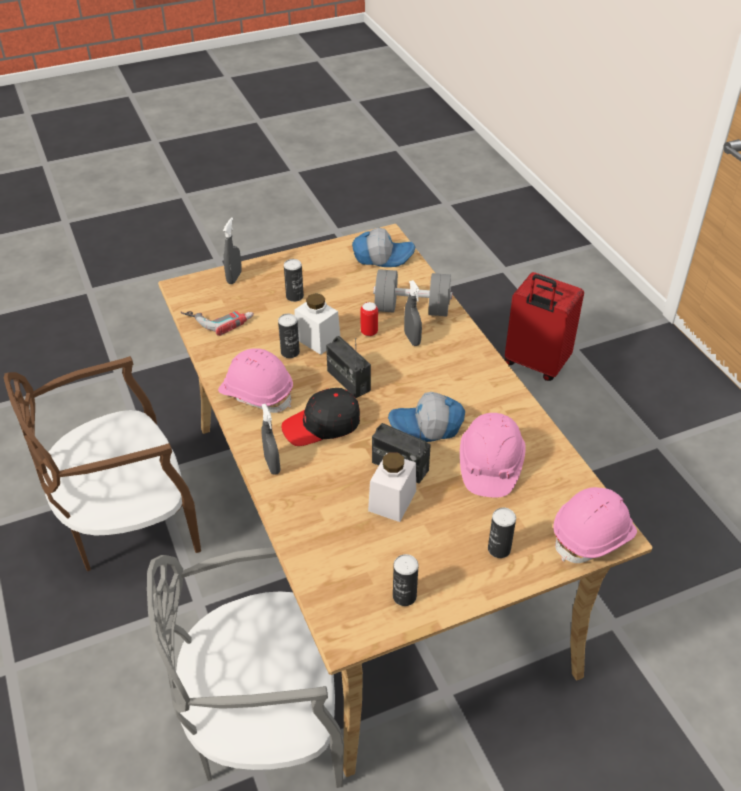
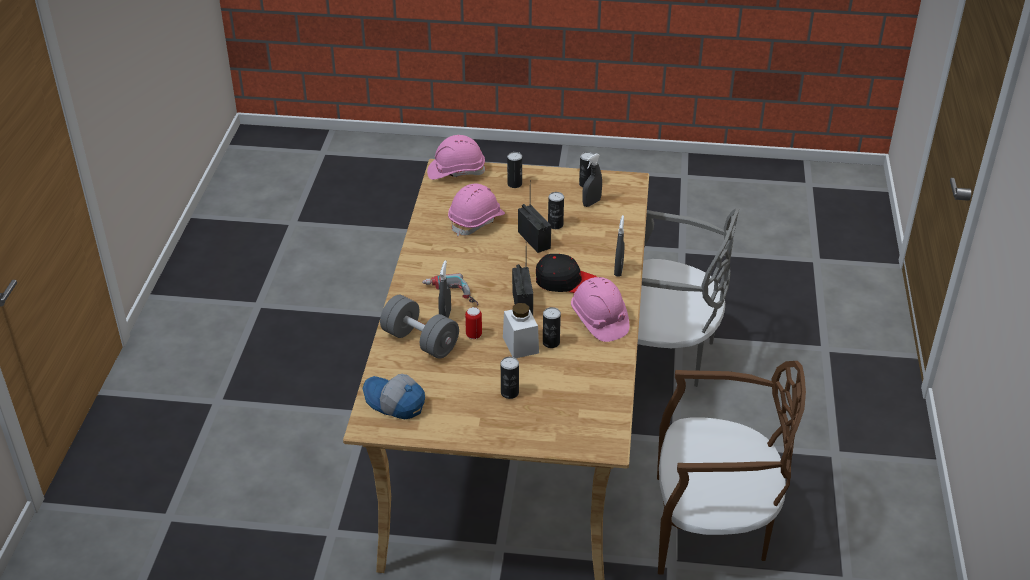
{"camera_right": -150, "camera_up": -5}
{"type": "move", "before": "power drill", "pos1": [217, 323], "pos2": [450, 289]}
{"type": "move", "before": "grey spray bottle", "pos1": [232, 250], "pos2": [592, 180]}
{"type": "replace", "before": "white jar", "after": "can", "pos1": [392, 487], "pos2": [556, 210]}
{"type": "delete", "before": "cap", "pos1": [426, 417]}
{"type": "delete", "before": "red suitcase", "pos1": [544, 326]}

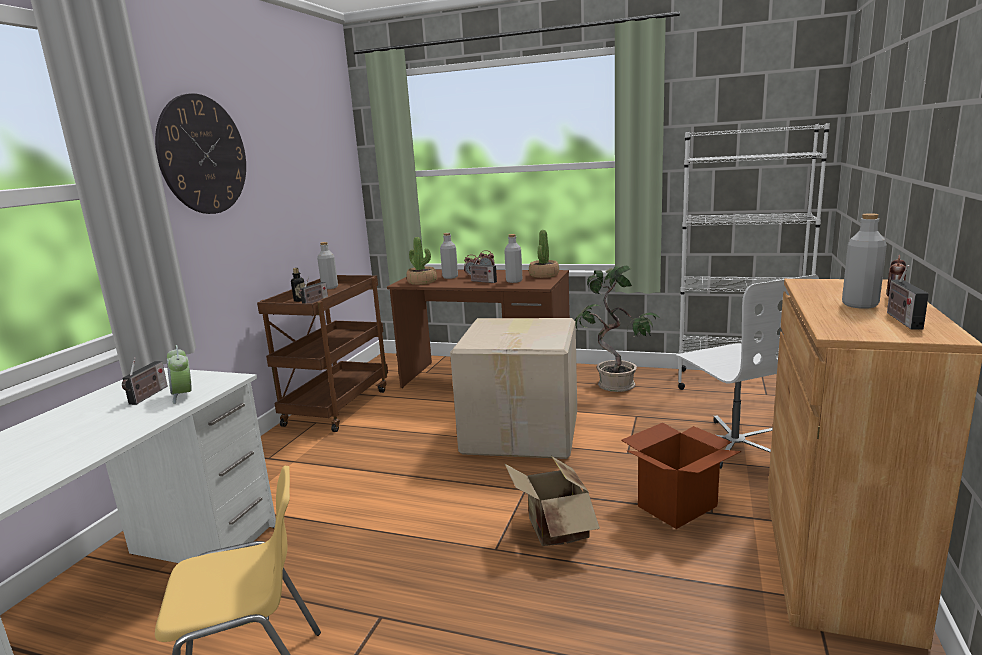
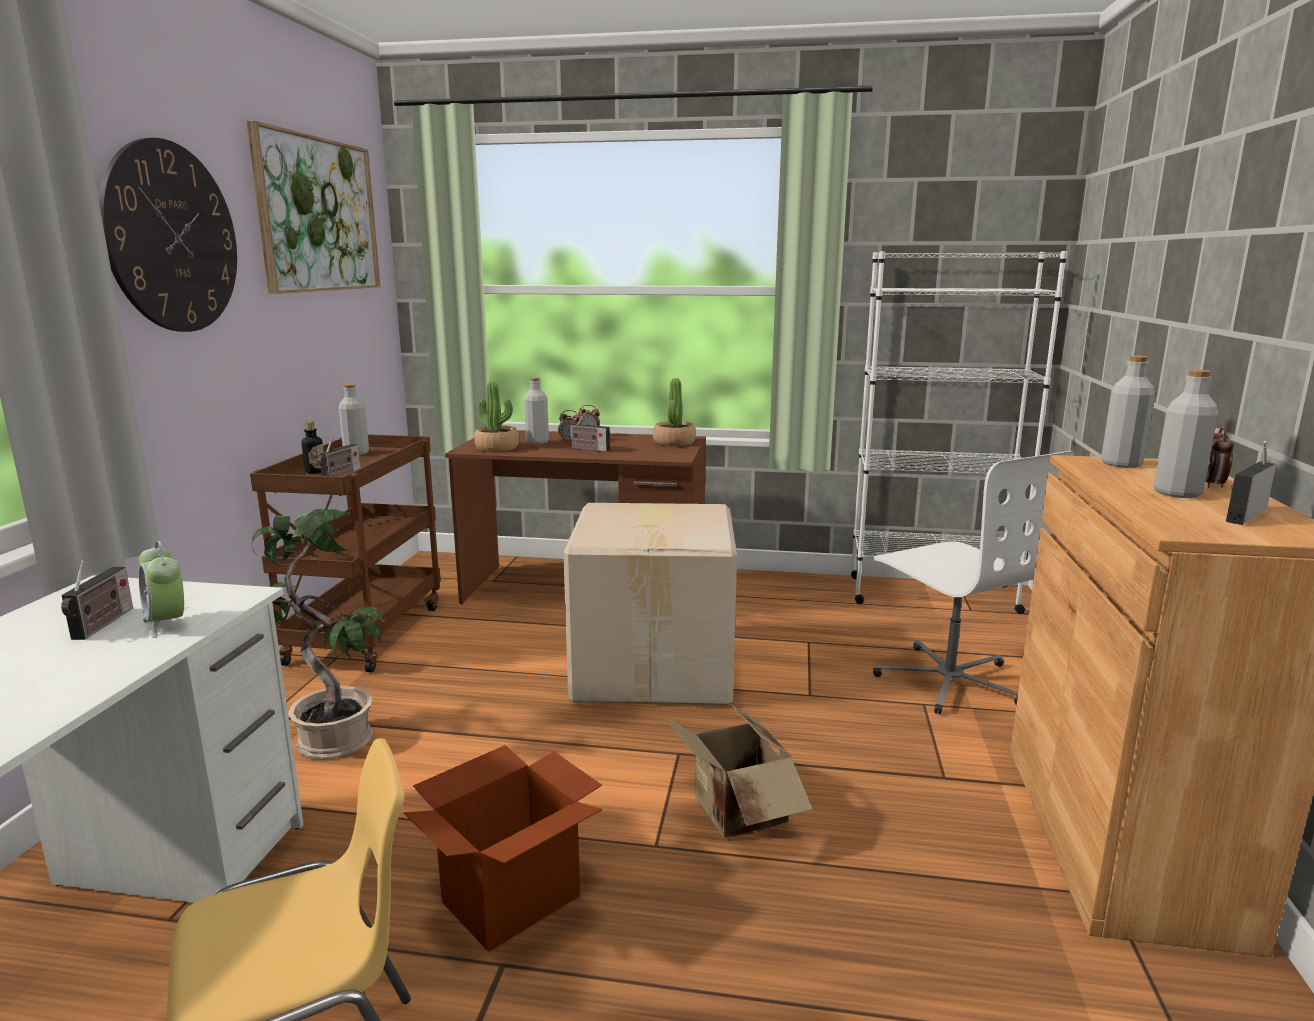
{"camera_right": -10, "camera_up": 0}
{"type": "move", "before": "grey bottle", "pos1": [513, 258], "pos2": [1128, 411]}
{"type": "move", "before": "potted plant", "pos1": [618, 329], "pos2": [319, 634]}
{"type": "move", "before": "cardboard box", "pos1": [681, 476], "pos2": [503, 848]}
{"type": "rotate", "before": "radio", "pos1": [908, 297], "pos2": [1251, 483], "turn": 45}
{"type": "insert", "after": "picture", "pos2": [313, 207]}

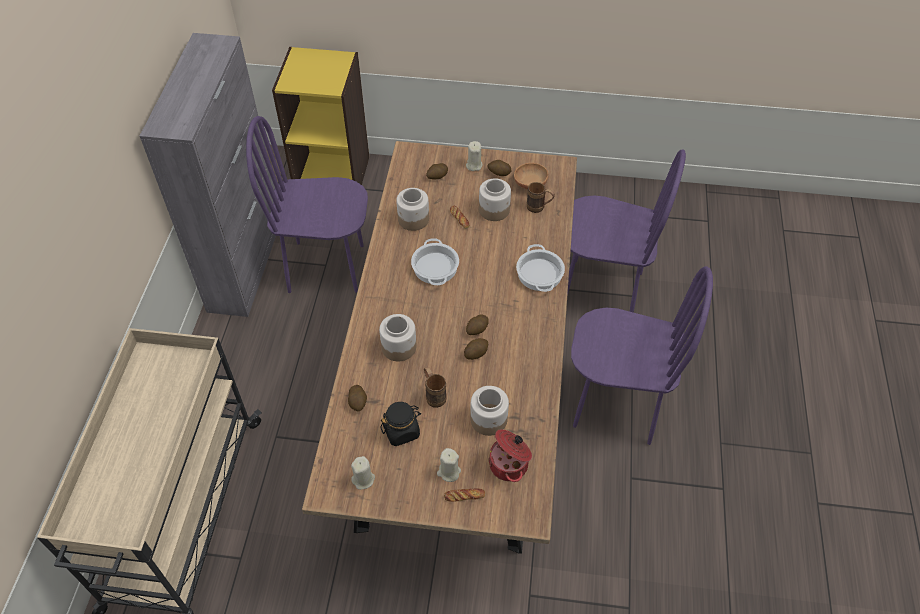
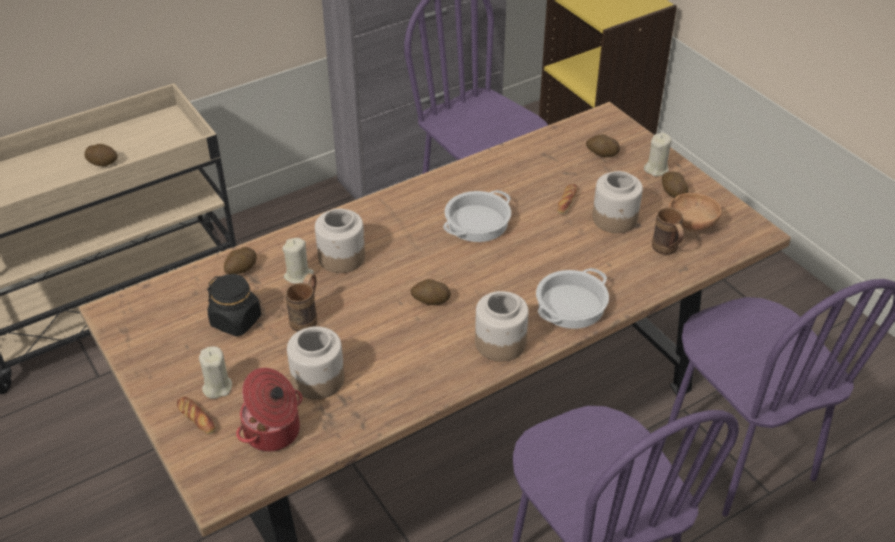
{"camera_right": 50, "camera_up": -10}
{"type": "move", "before": "beige candle", "pos1": [363, 473], "pos2": [298, 261]}
{"type": "move", "before": "jar", "pos1": [412, 209], "pos2": [502, 326]}
{"type": "move", "before": "potato", "pos1": [476, 349], "pos2": [101, 155]}

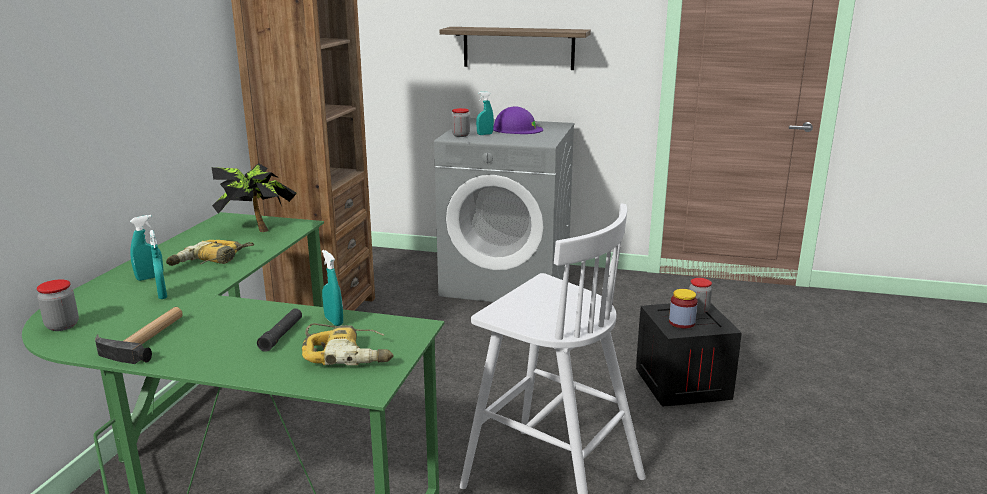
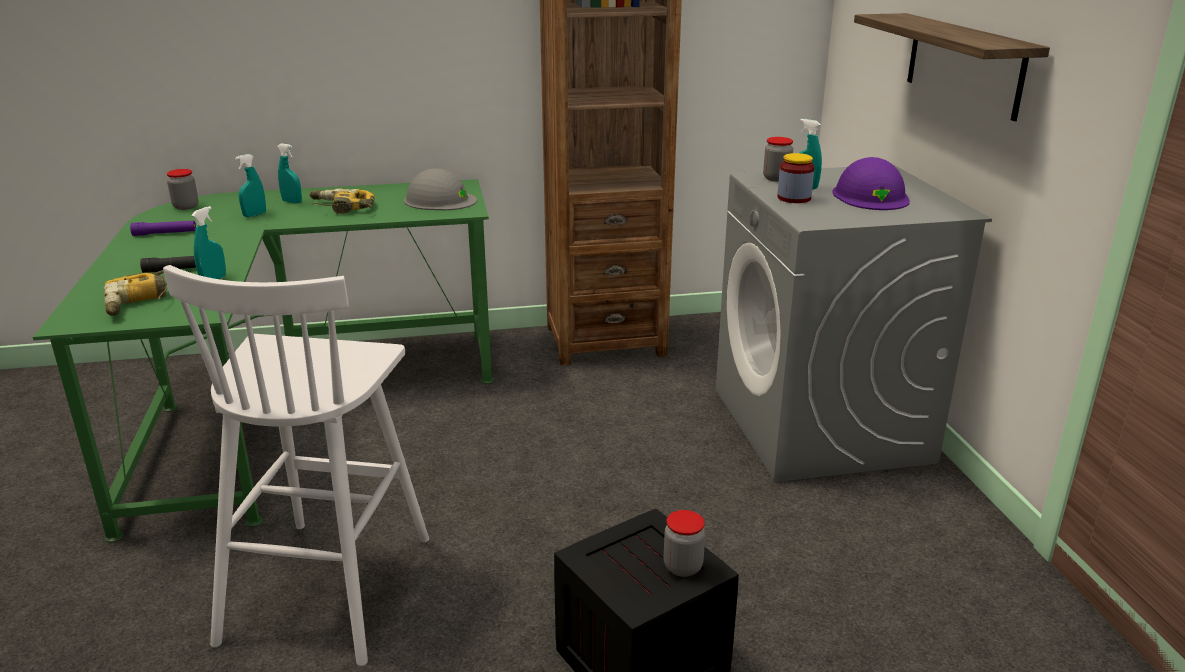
{"camera_right": 65, "camera_up": 5}
{"type": "replace", "before": "hammer", "after": "purple flashlight", "pos1": [139, 335], "pos2": [163, 228]}
{"type": "replace", "before": "potted plant", "after": "grey hard hat", "pos1": [254, 197], "pos2": [440, 189]}
{"type": "move", "before": "jar", "pos1": [683, 308], "pos2": [795, 178]}

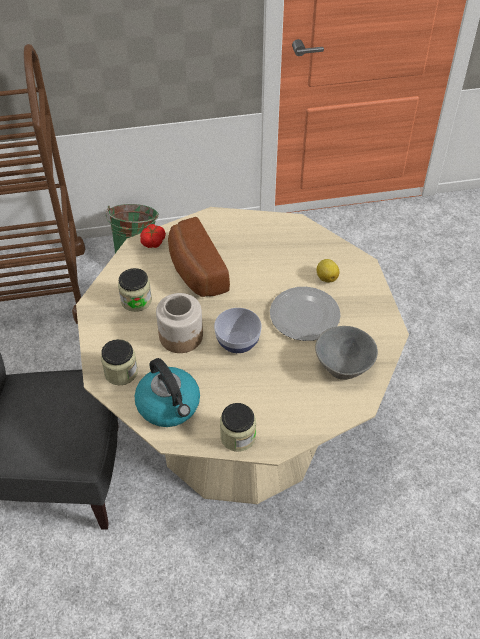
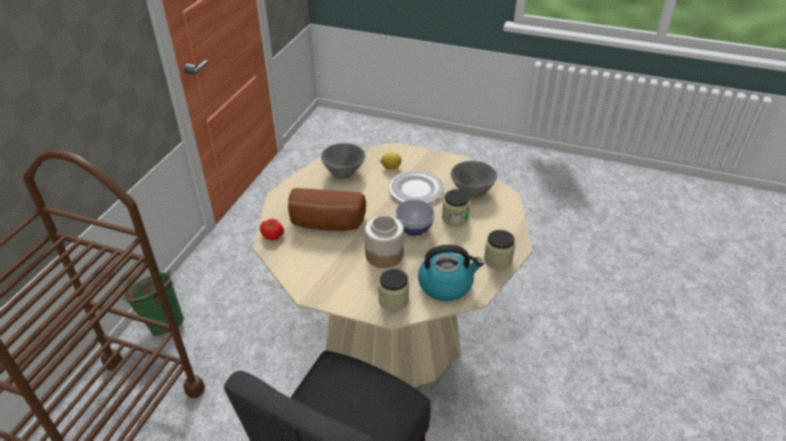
{"camera_right": -60, "camera_up": -10}
{"type": "move", "before": "jar", "pos1": [135, 290], "pos2": [456, 208]}
{"type": "insert", "after": "grey bowl", "pos2": [343, 161]}

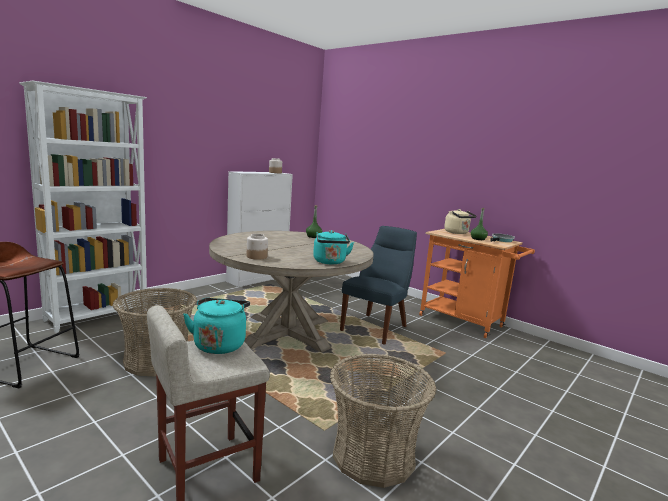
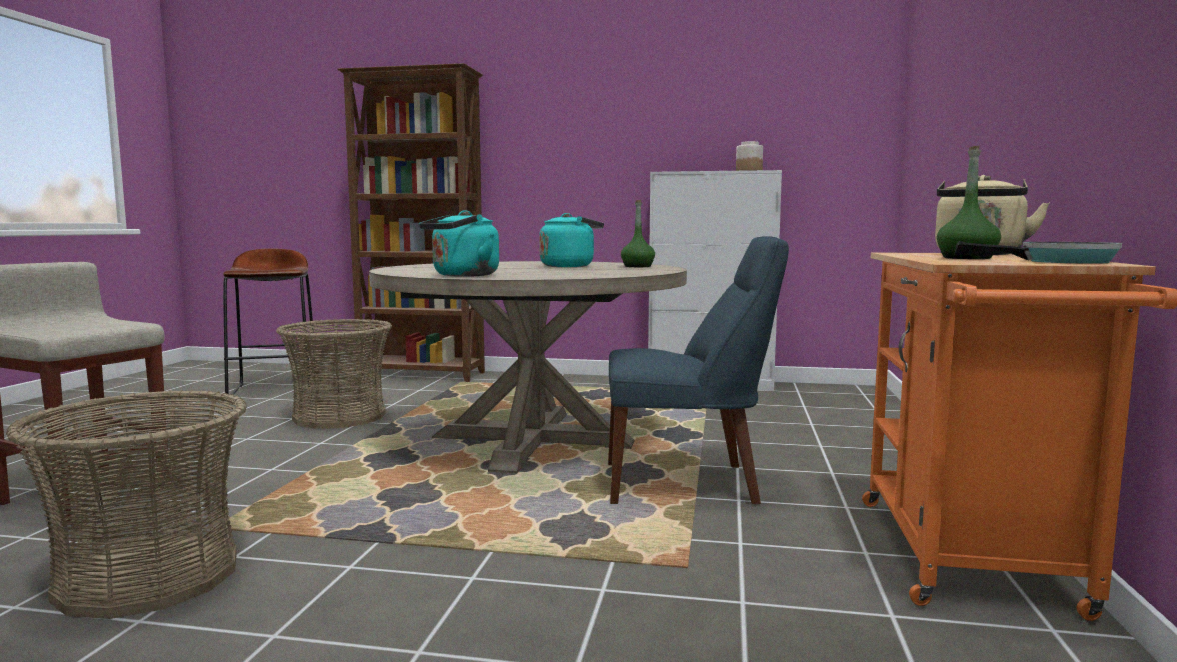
{"camera_right": 60, "camera_up": -5}
{"type": "recolor", "before": "white bookcase", "after": "brown bookcase", "pos1": [83, 207], "pos2": [411, 222]}
{"type": "move", "before": "turquoise kettle", "pos1": [216, 326], "pos2": [571, 240]}
{"type": "delete", "before": "jar", "pos1": [257, 247]}

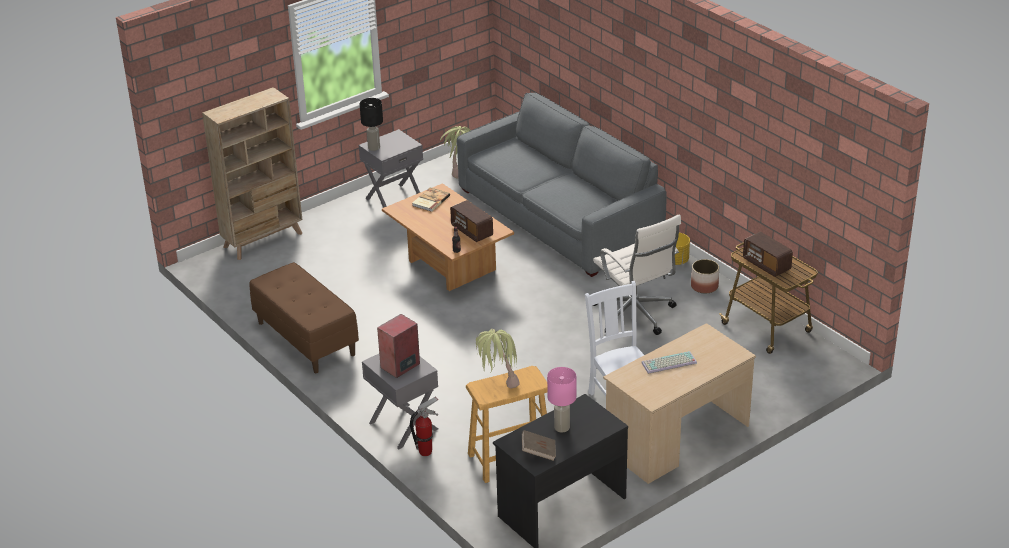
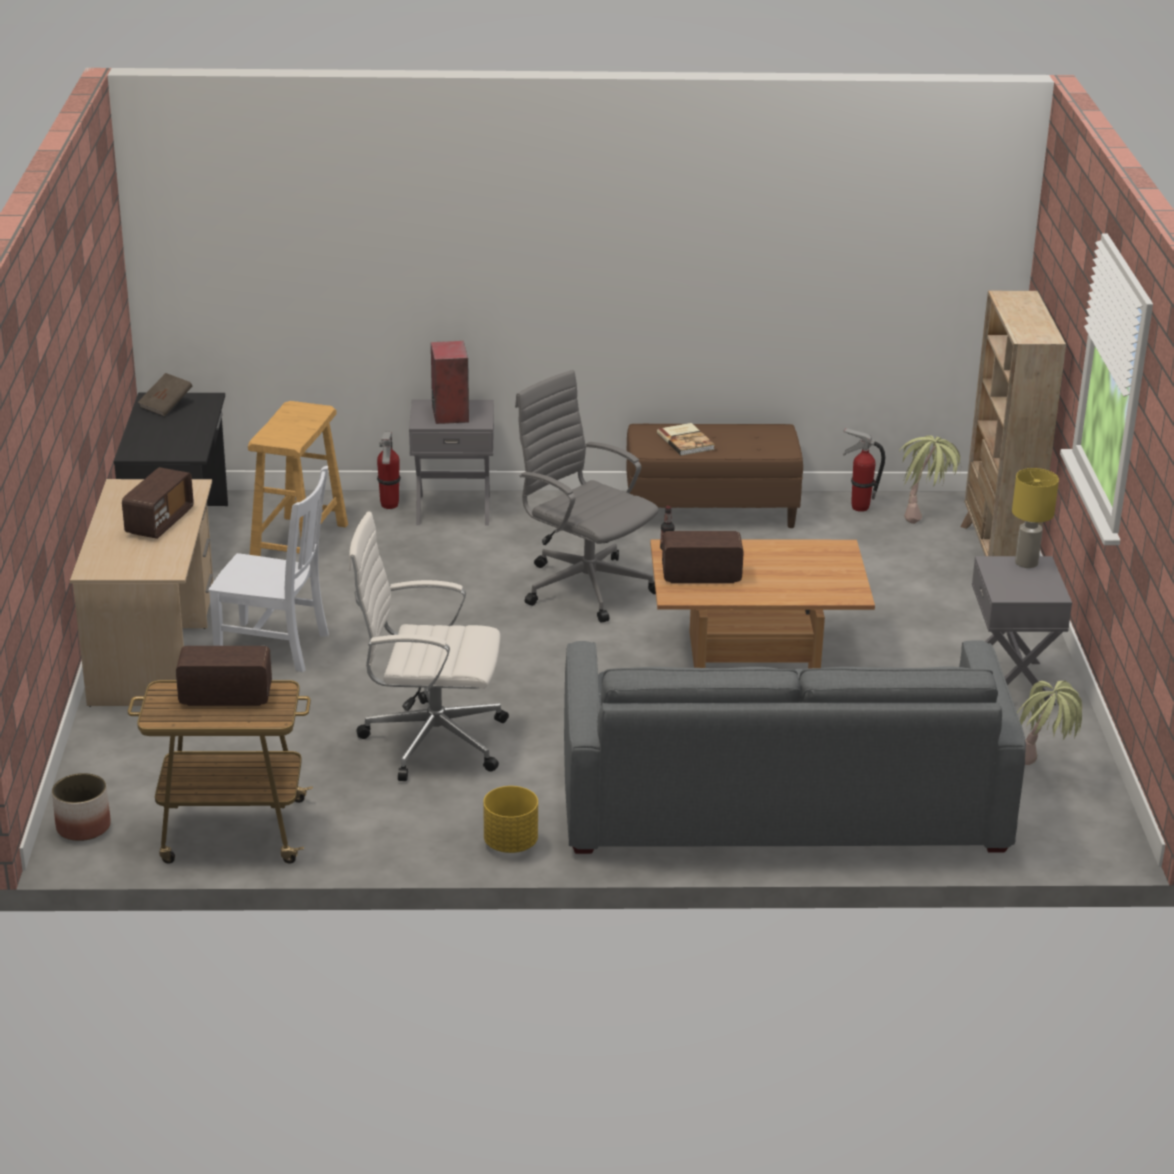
{"camera_right": 125, "camera_up": -5}
{"type": "recolor", "before": "black table lamp", "after": "yellow table lamp", "pos1": [371, 124], "pos2": [1035, 518]}
{"type": "move", "before": "book", "pos1": [431, 200], "pos2": [686, 439]}
{"type": "move", "before": "potted plant", "pos1": [498, 358], "pos2": [930, 479]}
{"type": "delete", "before": "pink table lamp", "pos1": [561, 399]}
{"type": "replace", "before": "keyboard", "after": "radio", "pos1": [669, 362], "pos2": [158, 503]}
{"type": "move", "before": "planter", "pos1": [705, 276], "pos2": [81, 807]}
{"type": "insert", "after": "grey office chair", "pos2": [587, 496]}
{"type": "insert", "after": "fire extinguisher", "pos2": [864, 469]}

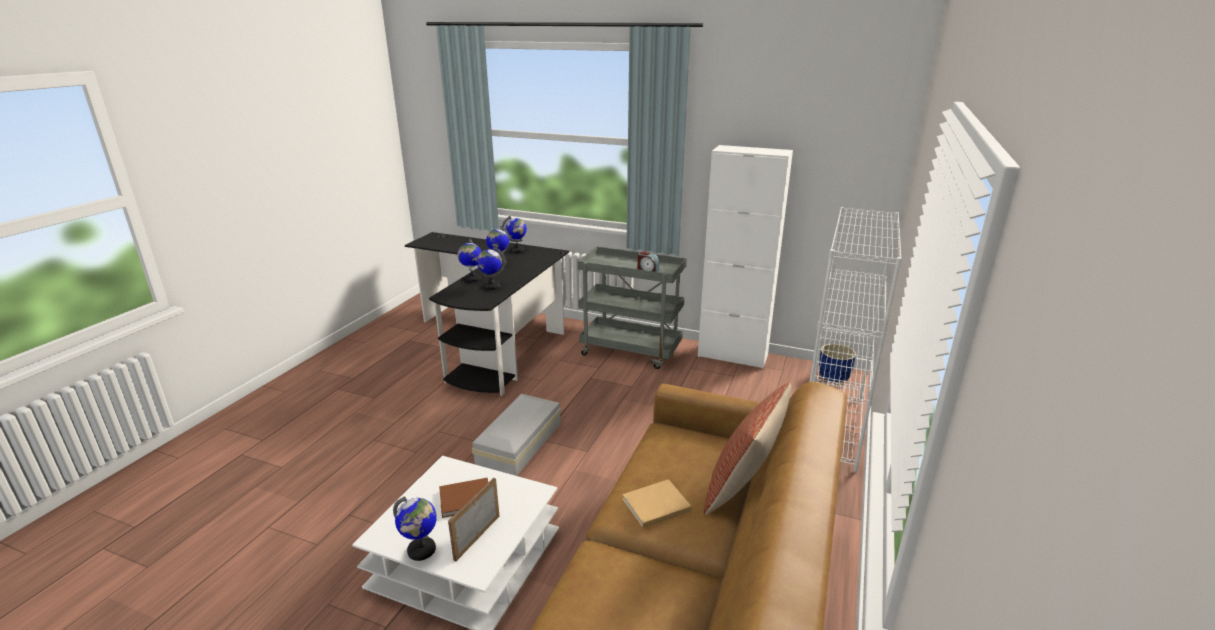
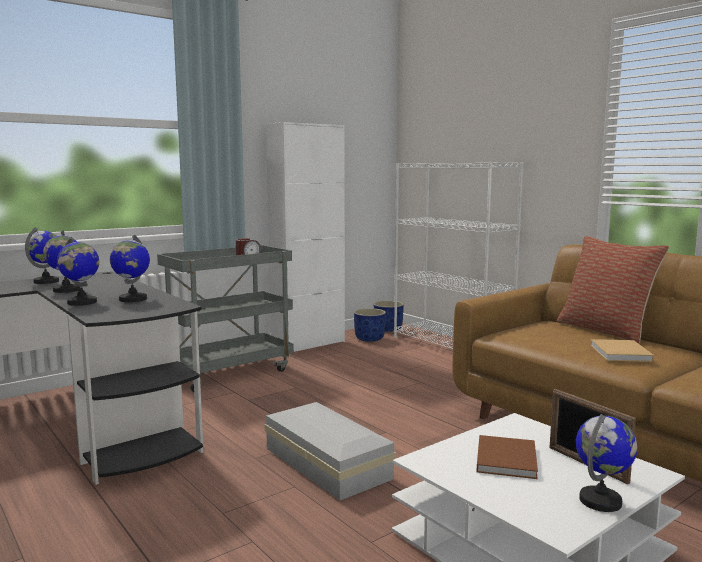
{"camera_right": -60, "camera_up": -15}
{"type": "insert", "after": "blue planter", "pos2": [370, 325]}

